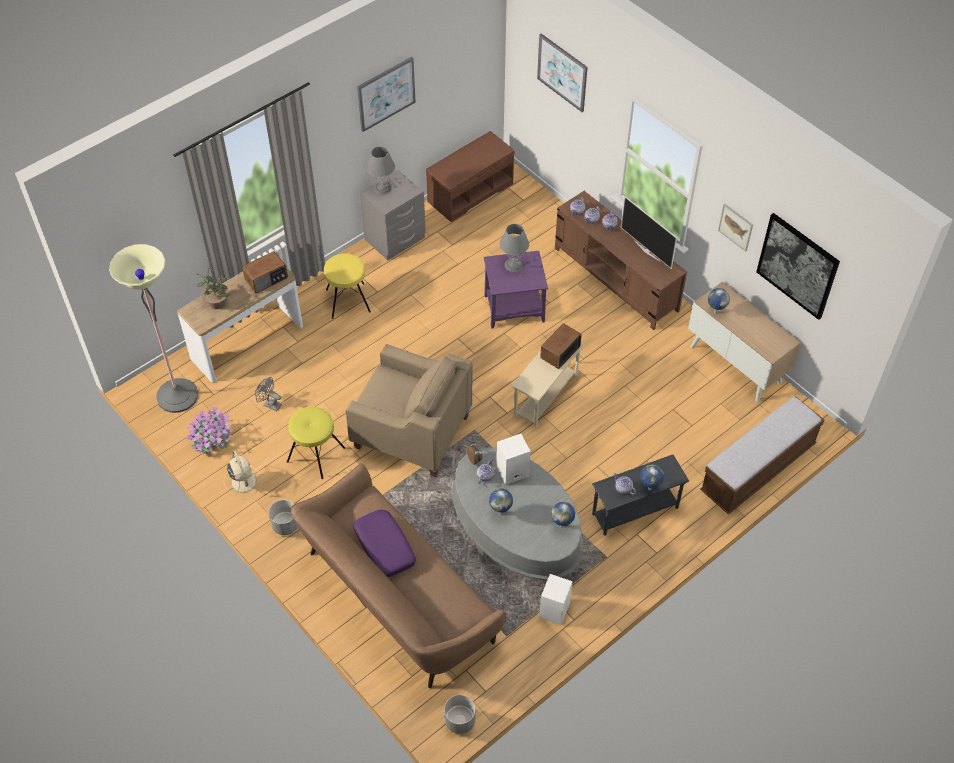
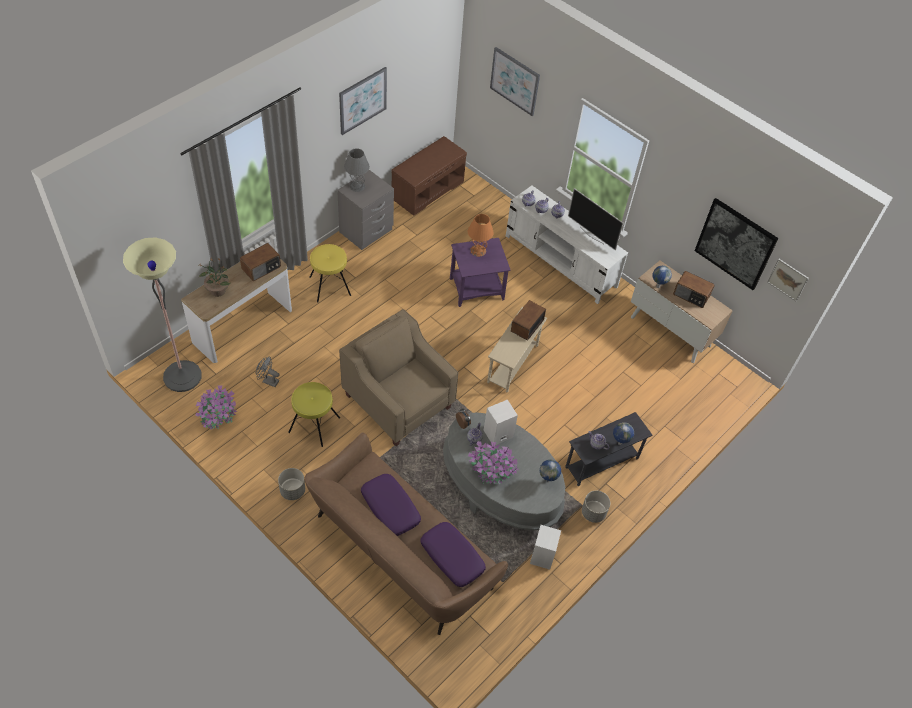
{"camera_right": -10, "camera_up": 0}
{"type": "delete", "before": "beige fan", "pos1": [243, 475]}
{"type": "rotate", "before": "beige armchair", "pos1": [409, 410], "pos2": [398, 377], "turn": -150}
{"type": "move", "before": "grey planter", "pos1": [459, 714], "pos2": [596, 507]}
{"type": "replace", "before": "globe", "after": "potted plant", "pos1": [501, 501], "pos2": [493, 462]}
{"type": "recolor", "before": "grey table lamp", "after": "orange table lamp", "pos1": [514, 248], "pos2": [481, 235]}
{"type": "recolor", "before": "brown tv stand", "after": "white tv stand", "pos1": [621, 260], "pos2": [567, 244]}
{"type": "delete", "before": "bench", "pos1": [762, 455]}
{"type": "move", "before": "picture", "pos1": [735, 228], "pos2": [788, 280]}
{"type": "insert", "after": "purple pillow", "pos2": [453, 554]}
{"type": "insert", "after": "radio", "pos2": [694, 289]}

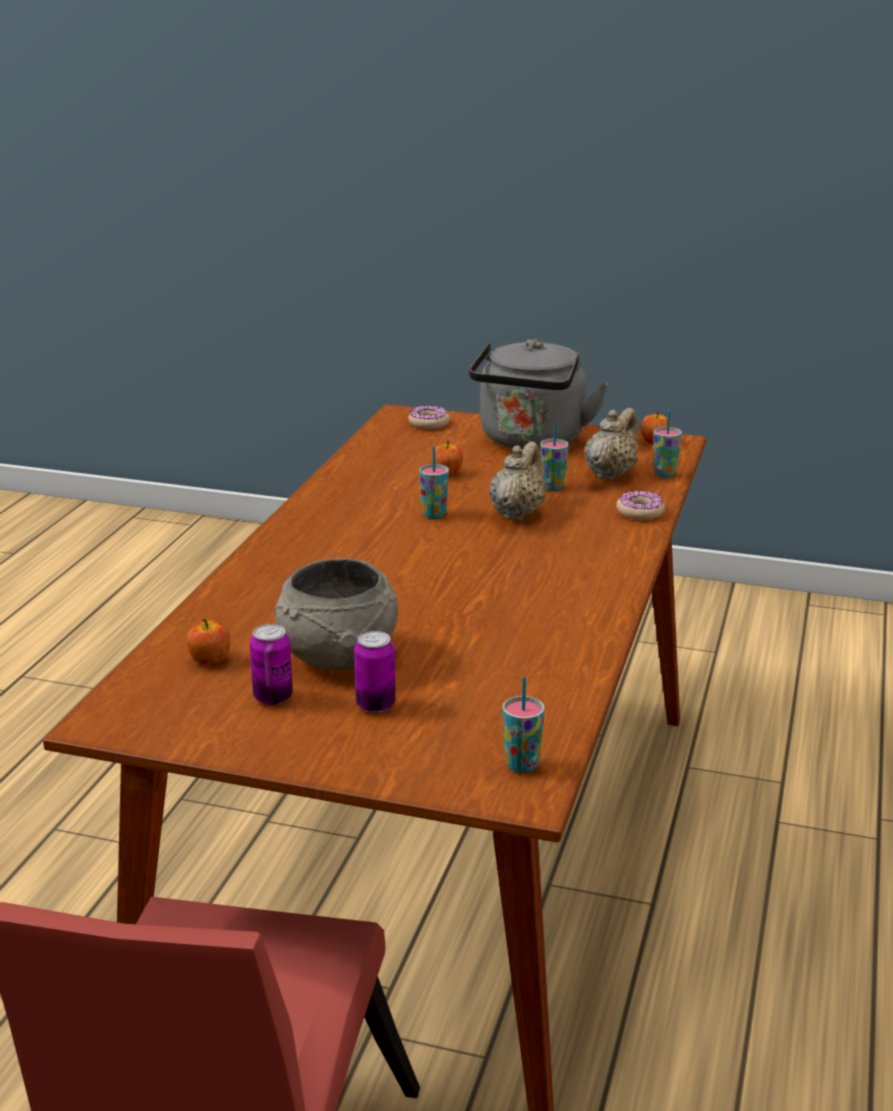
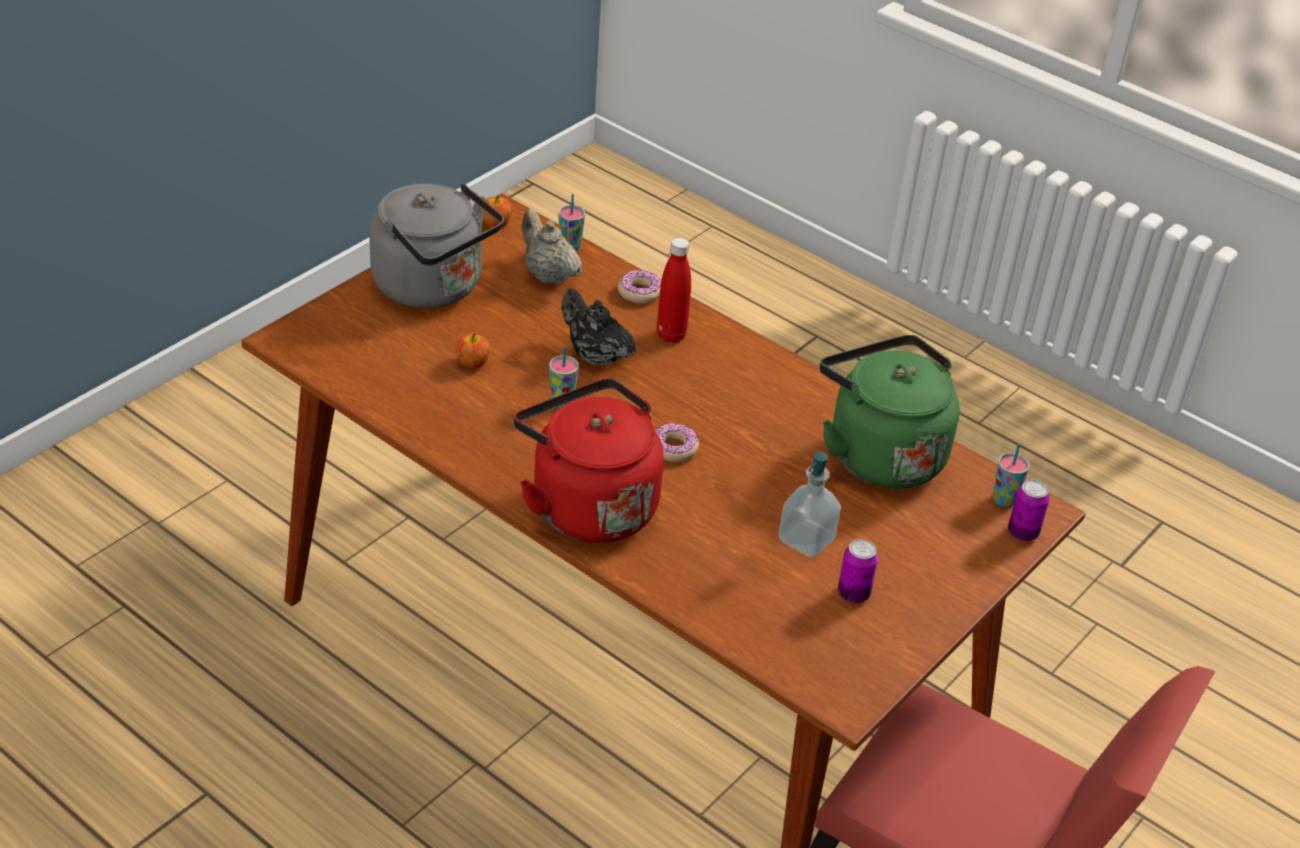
{"camera_right": -70, "camera_up": 15}
{"type": "delete", "before": "apple", "pos1": [209, 641]}
{"type": "replace", "before": "grey bowl", "after": "soap dispenser", "pos1": [336, 614], "pos2": [810, 504]}
{"type": "move", "before": "can", "pos1": [375, 672], "pos2": [1029, 510]}
{"type": "move", "before": "donut", "pos1": [429, 417], "pos2": [677, 442]}
{"type": "recolor", "before": "beige teapot", "after": "black teapot", "pos1": [517, 481], "pos2": [598, 327]}
{"type": "delete", "before": "cup", "pos1": [554, 456]}
{"type": "insert", "after": "red kettle", "pos2": [589, 460]}
{"type": "insert", "after": "red bottle", "pos2": [674, 290]}
{"type": "insert", "after": "green kettle", "pos2": [890, 412]}

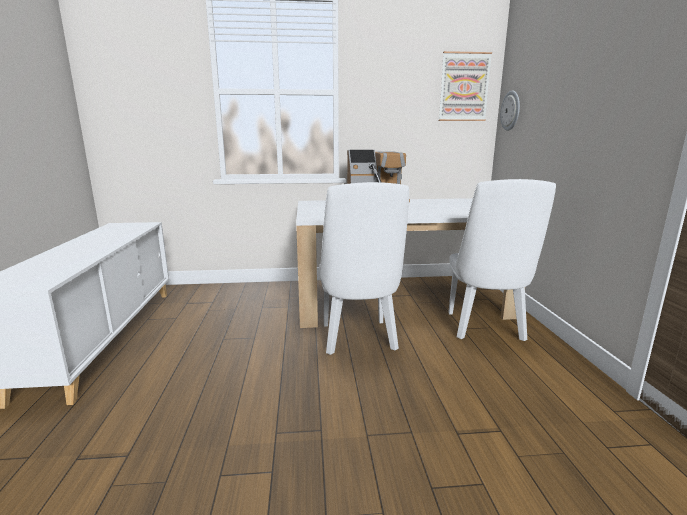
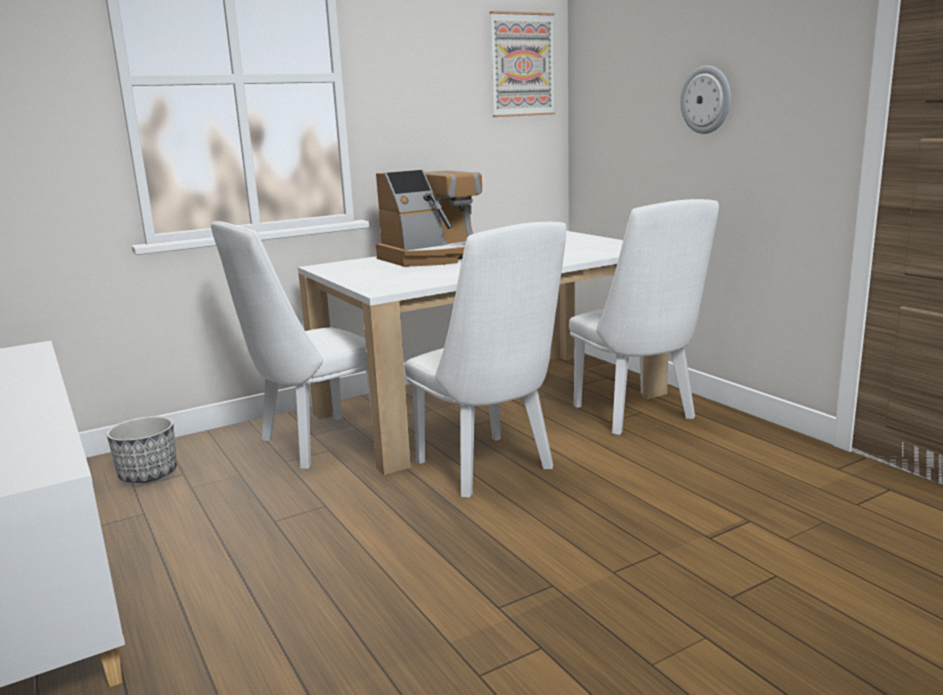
{"camera_right": -25, "camera_up": 0}
{"type": "move", "before": "wall clock", "pos1": [510, 110], "pos2": [705, 99]}
{"type": "insert", "after": "planter", "pos2": [142, 449]}
{"type": "insert", "after": "white chair", "pos2": [291, 345]}

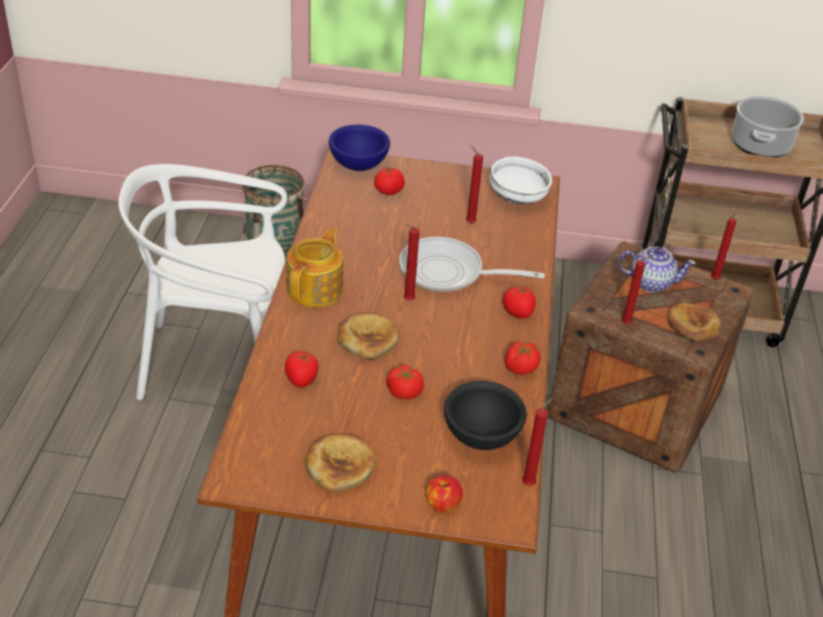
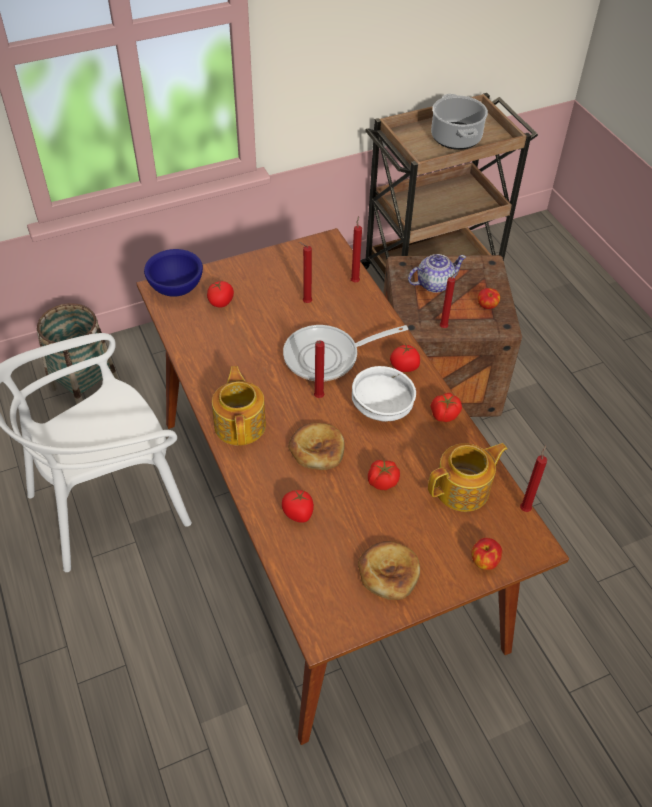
{"camera_right": -30, "camera_up": 10}
{"type": "replace", "before": "black bowl", "after": "teapot", "pos1": [485, 415], "pos2": [468, 477]}
{"type": "move", "before": "white bowl", "pos1": [520, 181], "pos2": [384, 394]}
{"type": "replace", "before": "bread", "after": "apple", "pos1": [694, 322], "pos2": [489, 298]}
{"type": "move", "before": "red candle", "pos1": [724, 244], "pos2": [356, 249]}

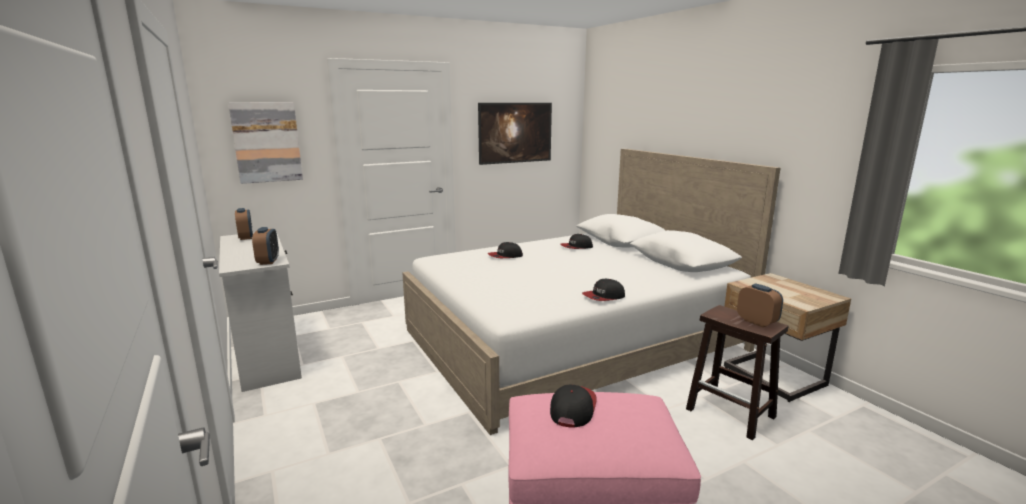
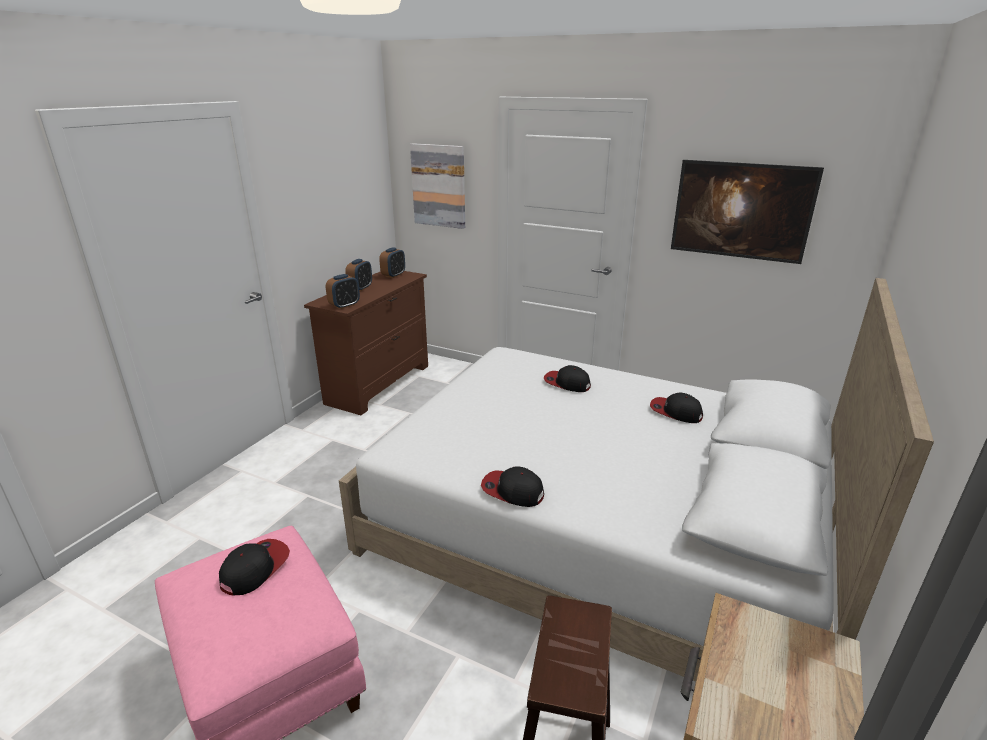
{"camera_right": 55, "camera_up": 10}
{"type": "recolor", "before": "white dresser", "after": "brown dresser", "pos1": [260, 312], "pos2": [366, 343]}
{"type": "rotate", "before": "cap", "pos1": [573, 406], "pos2": [254, 567], "turn": -45}
{"type": "move", "before": "alarm clock", "pos1": [760, 305], "pos2": [358, 275]}

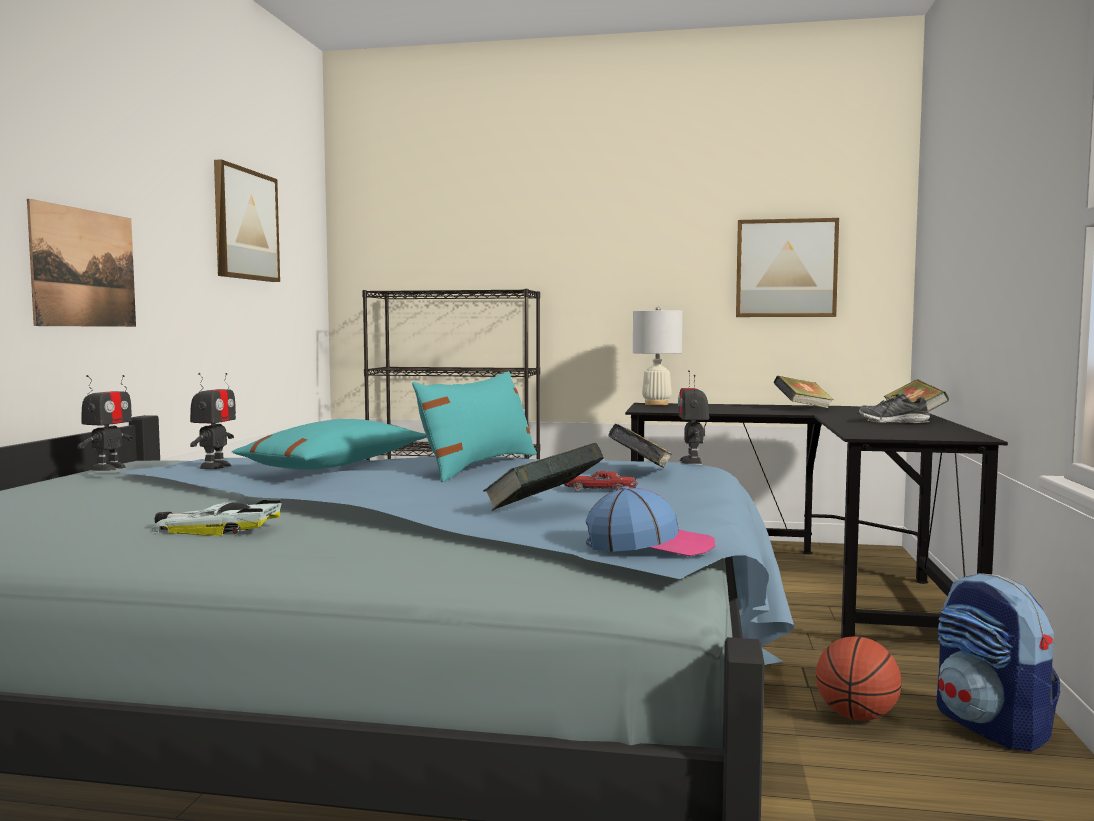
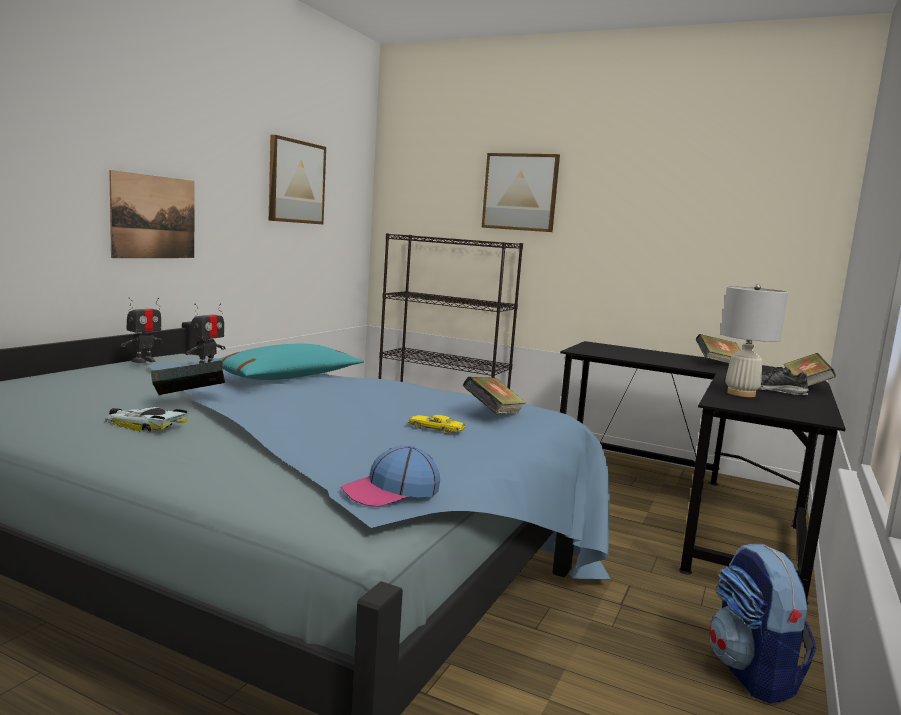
{"camera_right": 15, "camera_up": 5}
{"type": "delete", "before": "turquoise pillow", "pos1": [474, 426]}
{"type": "move", "before": "book", "pos1": [543, 476], "pos2": [188, 377]}
{"type": "recolor", "before": "red toy car", "after": "yellow toy car", "pos1": [601, 481], "pos2": [436, 424]}
{"type": "rotate", "before": "cap", "pos1": [650, 521], "pos2": [390, 476], "turn": 135}
{"type": "move", "before": "white table lamp", "pos1": [658, 356], "pos2": [754, 340]}
{"type": "delete", "before": "toy robot", "pos1": [693, 417]}
{"type": "move", "before": "picture", "pos1": [787, 267], "pos2": [521, 192]}
{"type": "delete", "before": "basketball", "pos1": [859, 678]}

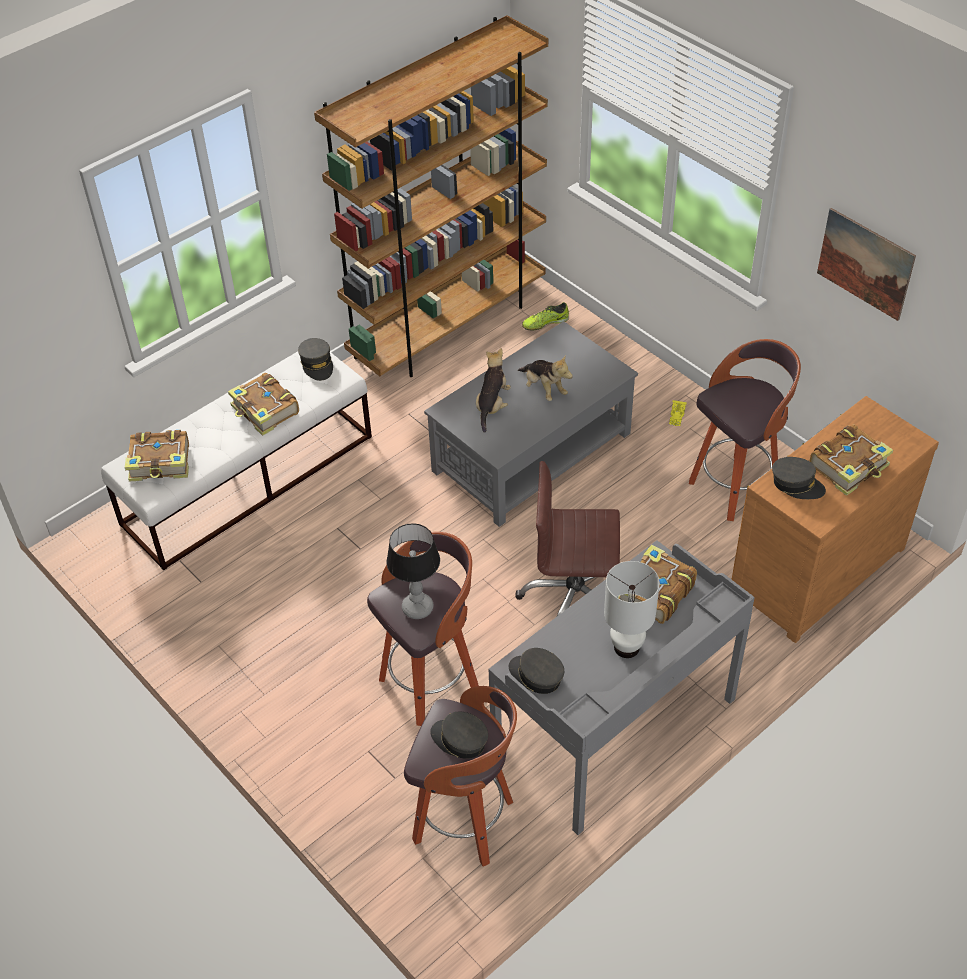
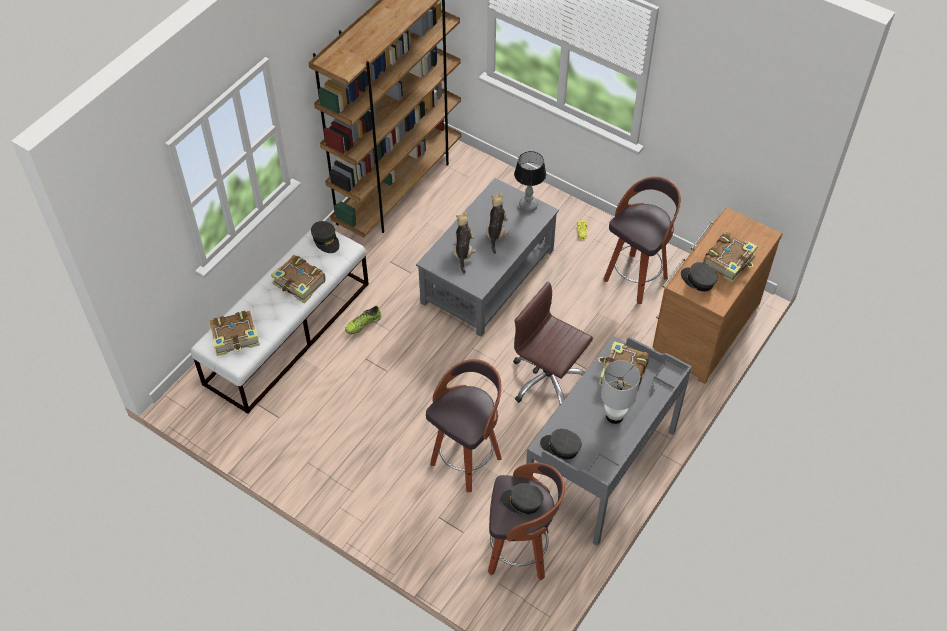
{"camera_right": -15, "camera_up": 5}
{"type": "move", "before": "table lamp", "pos1": [413, 571], "pos2": [530, 181]}
{"type": "rotate", "before": "brown office chair", "pos1": [567, 538], "pos2": [553, 343], "turn": 45}
{"type": "rotate", "before": "plush toy", "pos1": [545, 378], "pos2": [497, 223], "turn": -120}
{"type": "move", "before": "shoe", "pos1": [545, 316], "pos2": [363, 320]}
{"type": "rotate", "before": "grey cap", "pos1": [799, 478], "pos2": [699, 277], "turn": -150}
{"type": "delete", "before": "picture", "pos1": [866, 264]}

